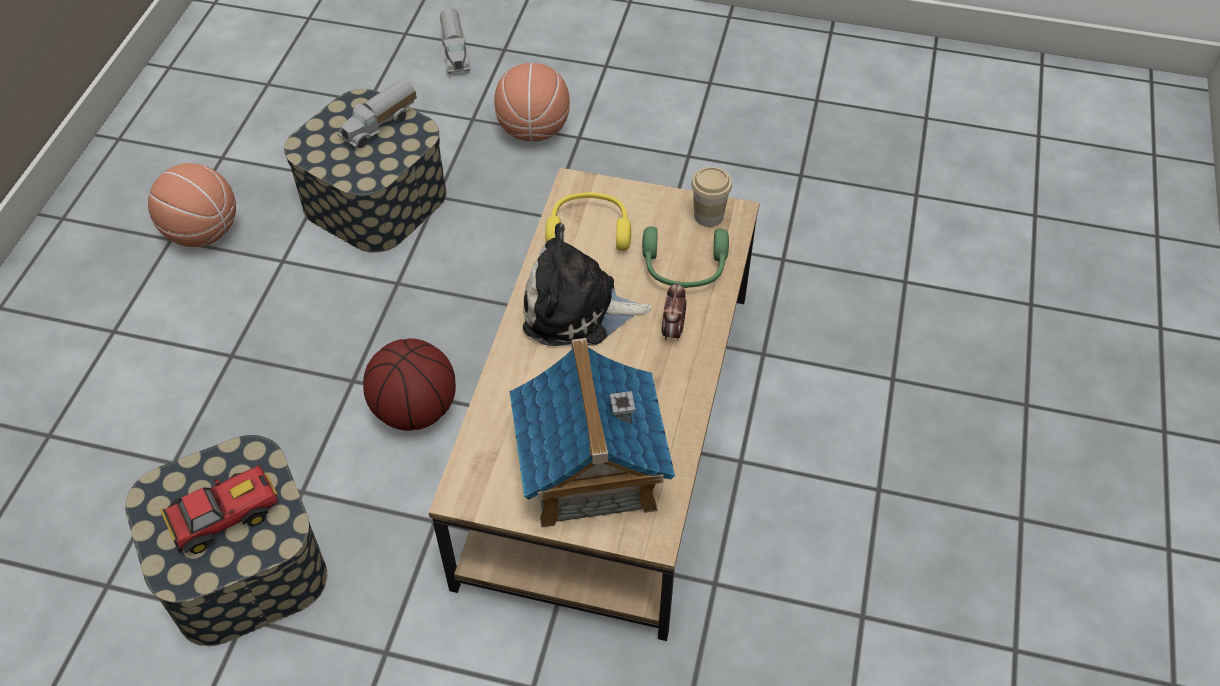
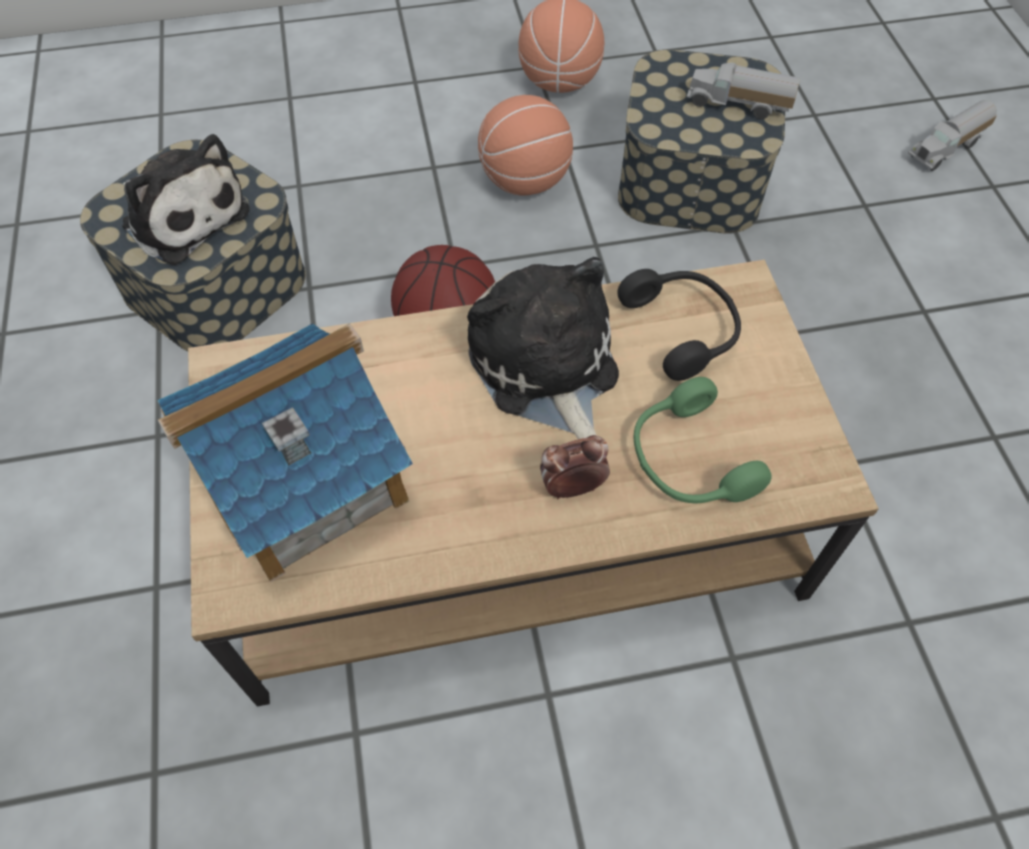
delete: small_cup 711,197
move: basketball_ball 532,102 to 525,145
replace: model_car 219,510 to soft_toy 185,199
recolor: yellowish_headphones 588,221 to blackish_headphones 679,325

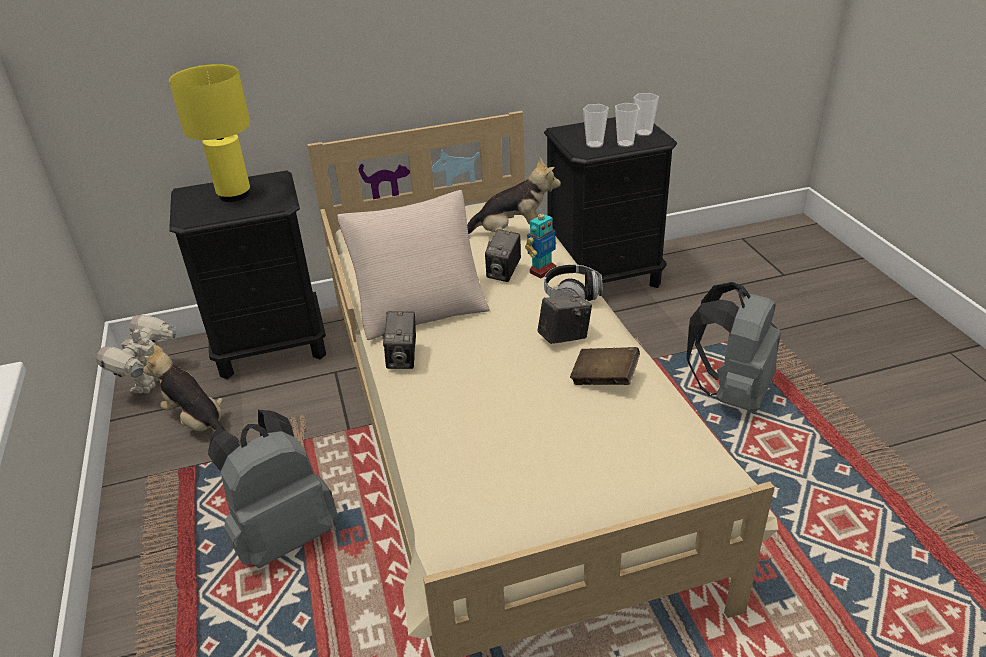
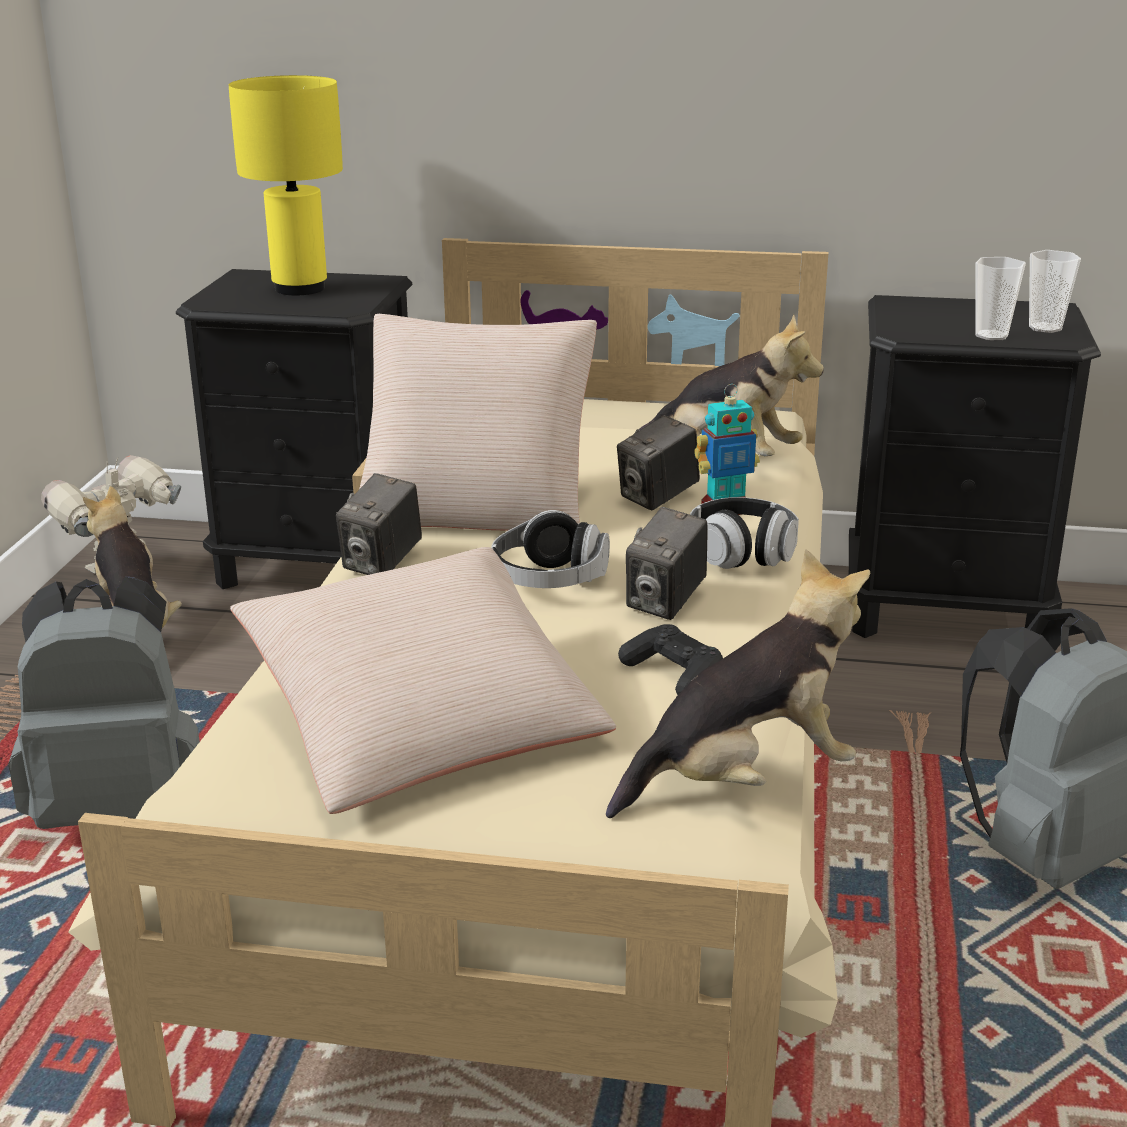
delete: small_cup 596,126
insert: sand-coloured_cushion 423,680; headphones 550,549; soft_toy 738,683
replace: brownish_book 605,366 to blackish_gamepad 670,659
rotate: photo_camera 565,319 = 666,563 120 degrees clockwise

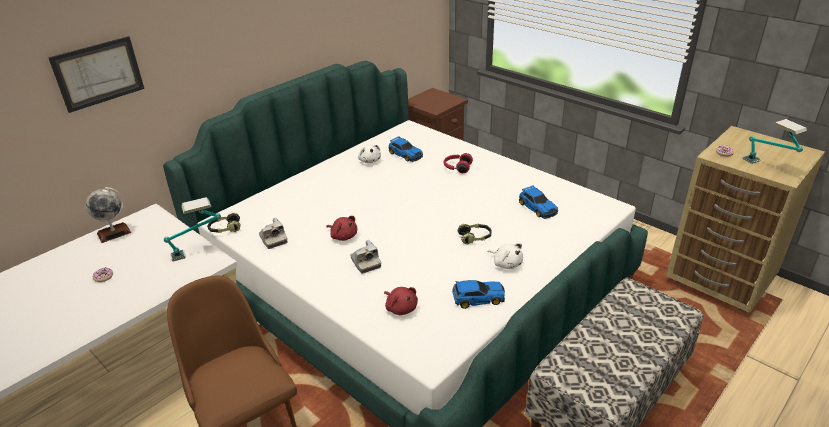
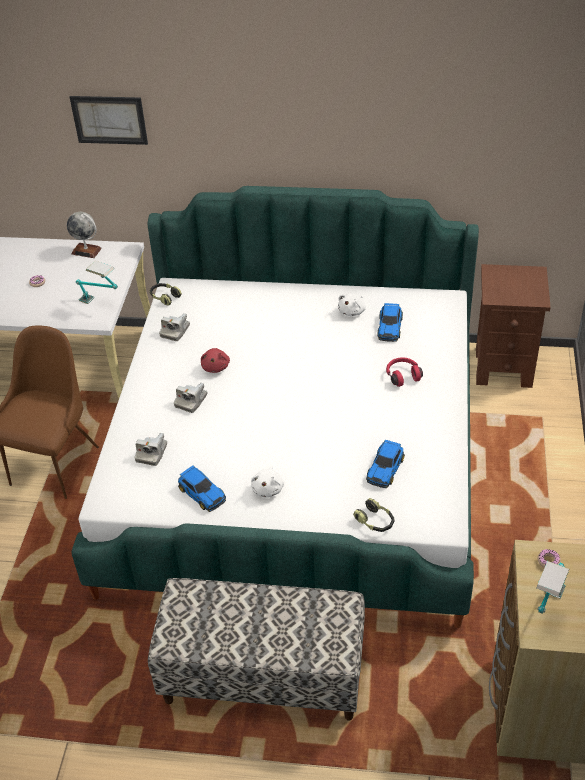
move: headphones 474,234 to 373,515
replace: red-coloured_soft_toy 401,301 to photo_camera 151,449

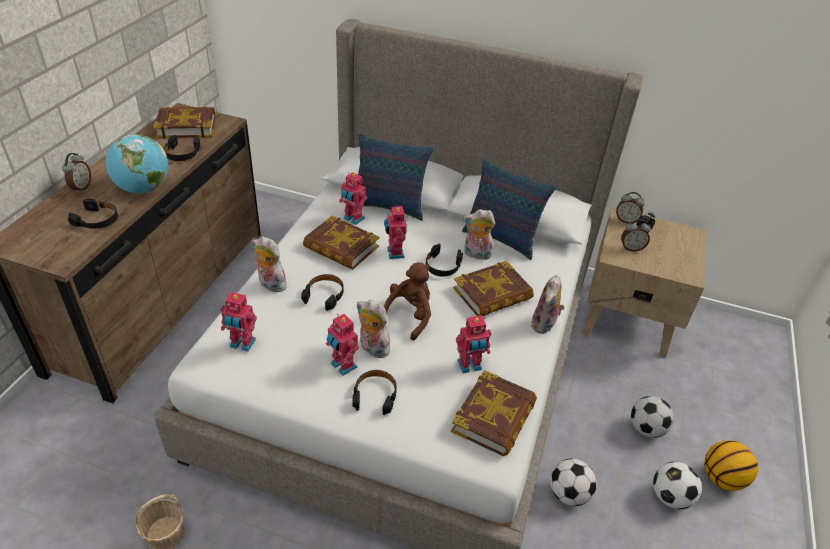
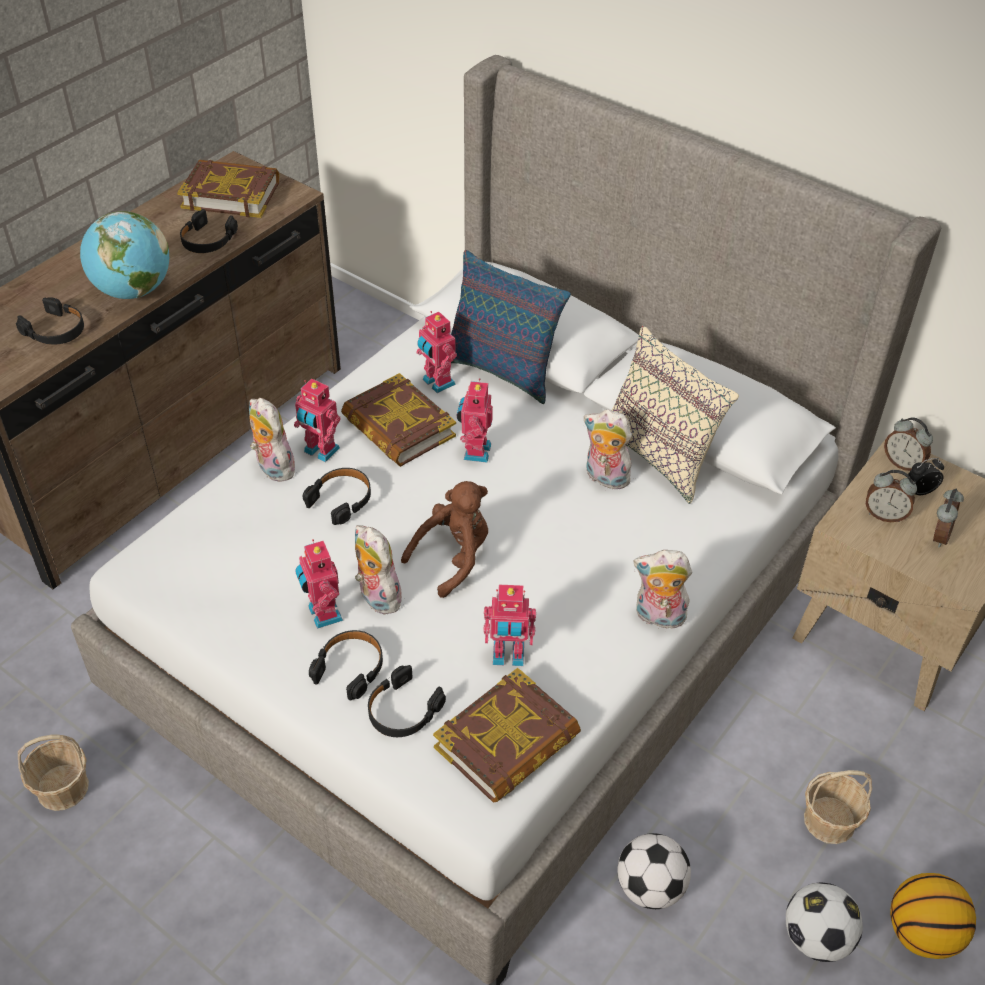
delete: book 493,288
move: alarm_clock 76,173 to 948,518; model_robot 239,322 to 317,420; blackish_headphones 444,260 to 407,701
replace: football_ball 652,417 to basket 838,807
recolor: blue_cushion 509,209 to sand-coloured_cushion 675,415
rotate: soft_toy 548,304 = 663,589 60 degrees clockwise

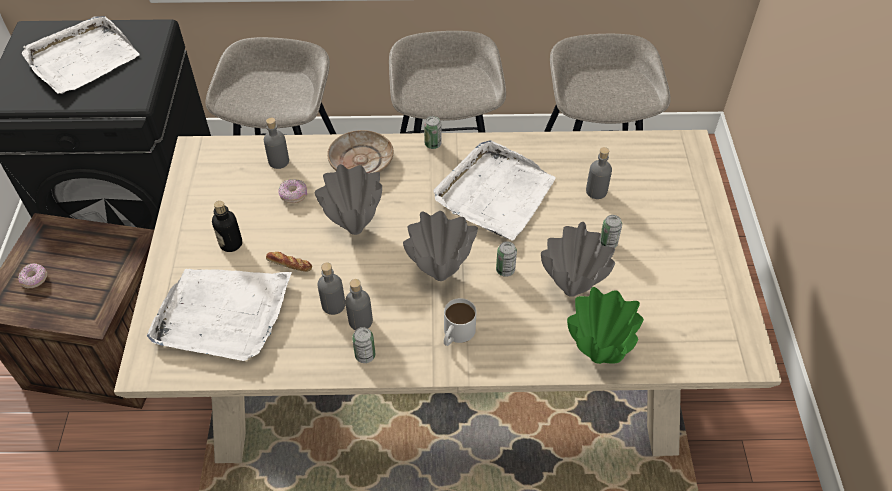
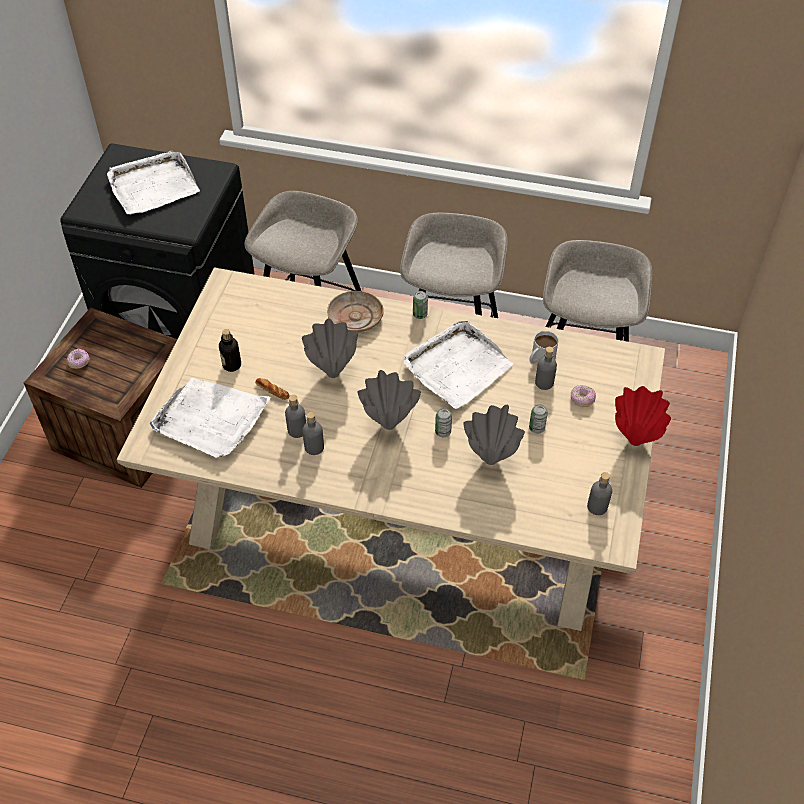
delete: metal_can 363,345; green-coloured_decorative_vase 605,325
insert: red-coloured_decorative_vase 643,416
move: grey_bottle 276,143 to 599,493; donut 292,191 to 583,396; whitish_mug 460,322 to 543,347

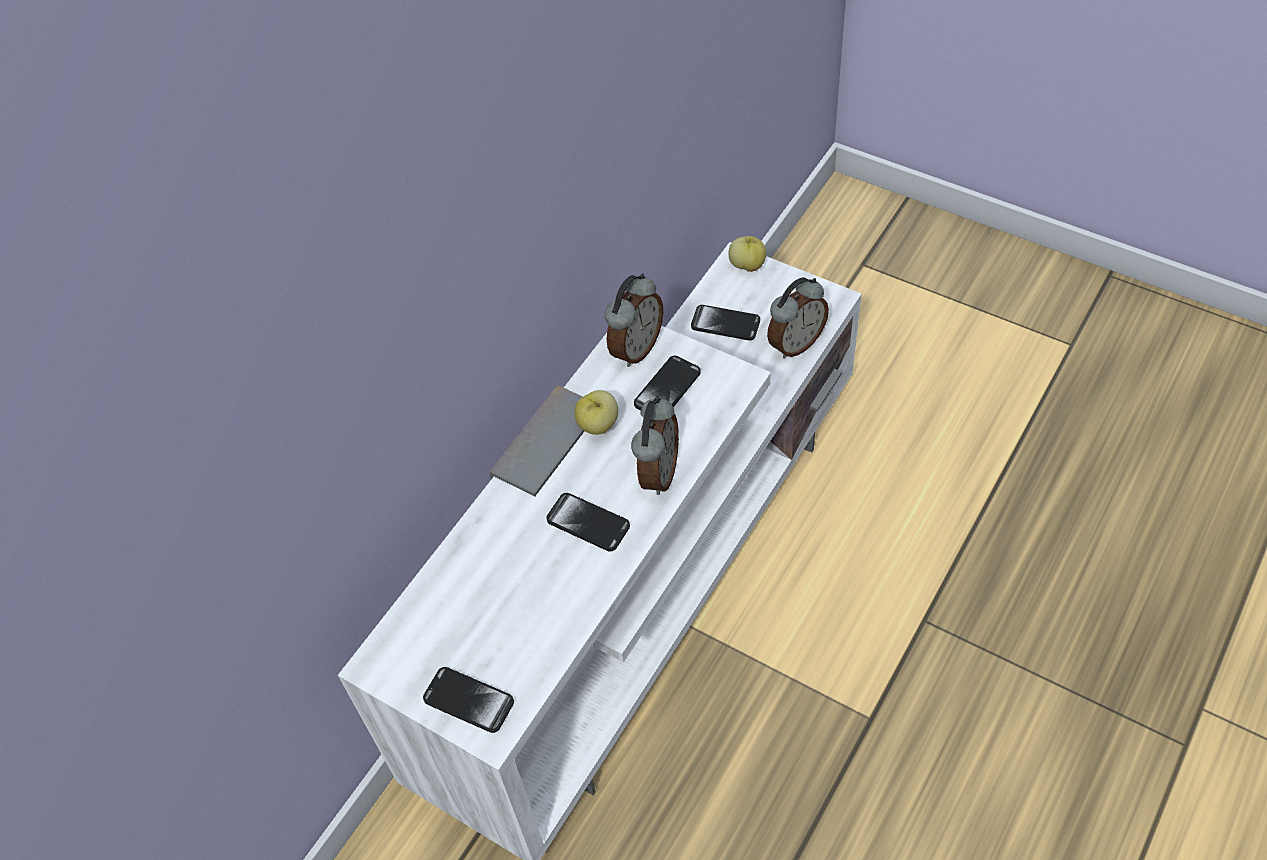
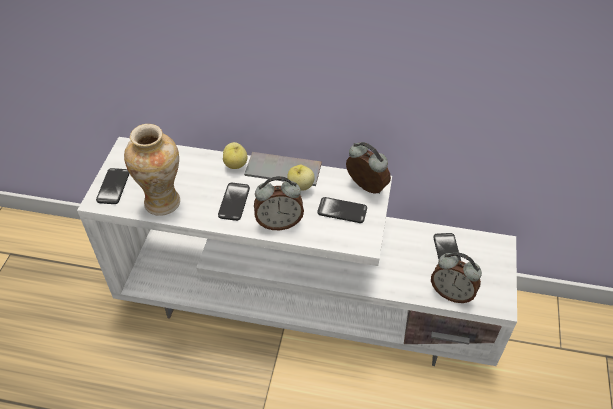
insert: decorative_vase 152,170
move: apple 747,254 to 235,155
rotate: alarm_clock 634,320 = 368,168 150 degrees counterclockwise

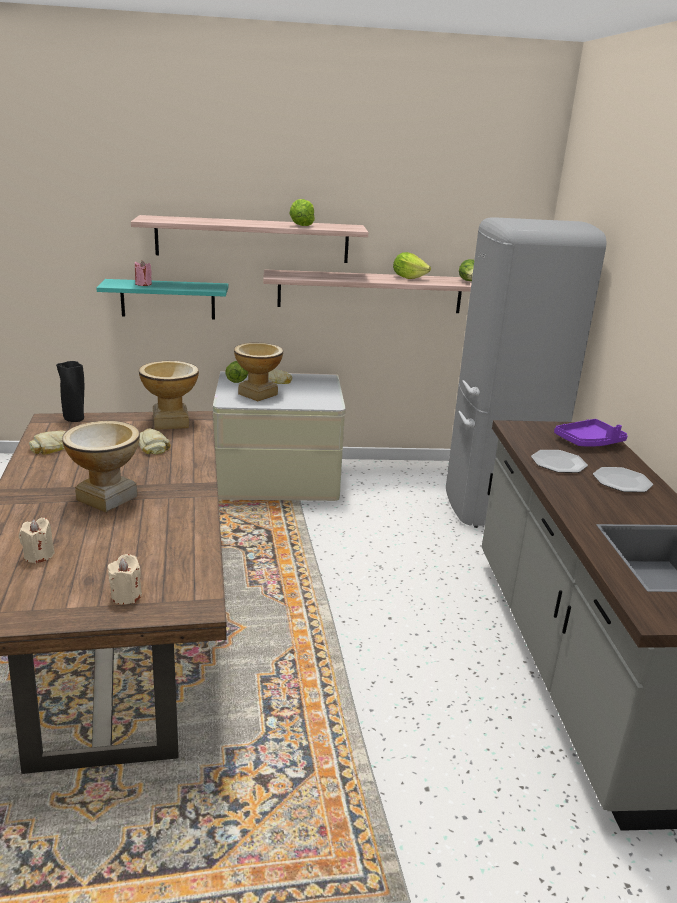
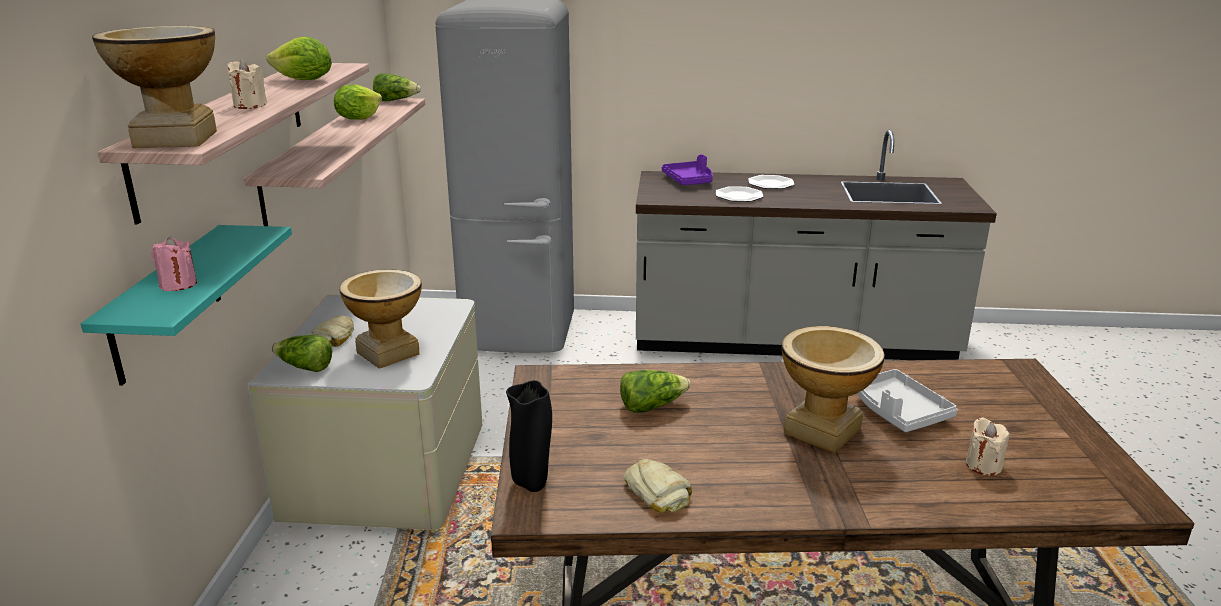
insert: grey_tray 908,400
move: sand-coloured_wax_candle 125,579 to 247,84; decorative_vase 169,395 to 154,87
replace: baked_bread 154,441 to head_of_lettuce 655,391

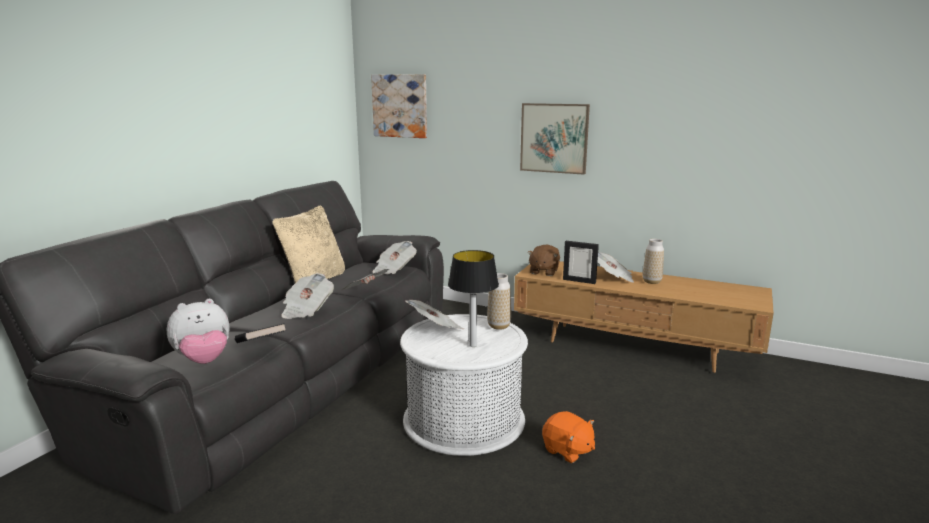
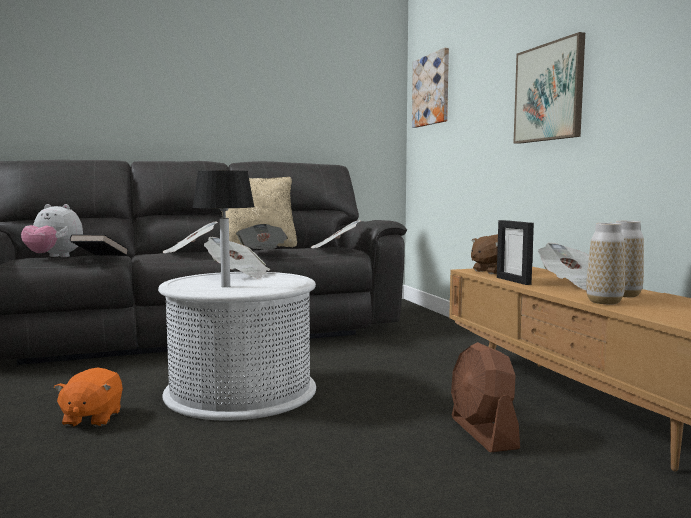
insert: brownish_electric_fan 485,397
move: decorative_vase 499,301 to 605,263; orange_soft_toy 568,437 to 88,397

